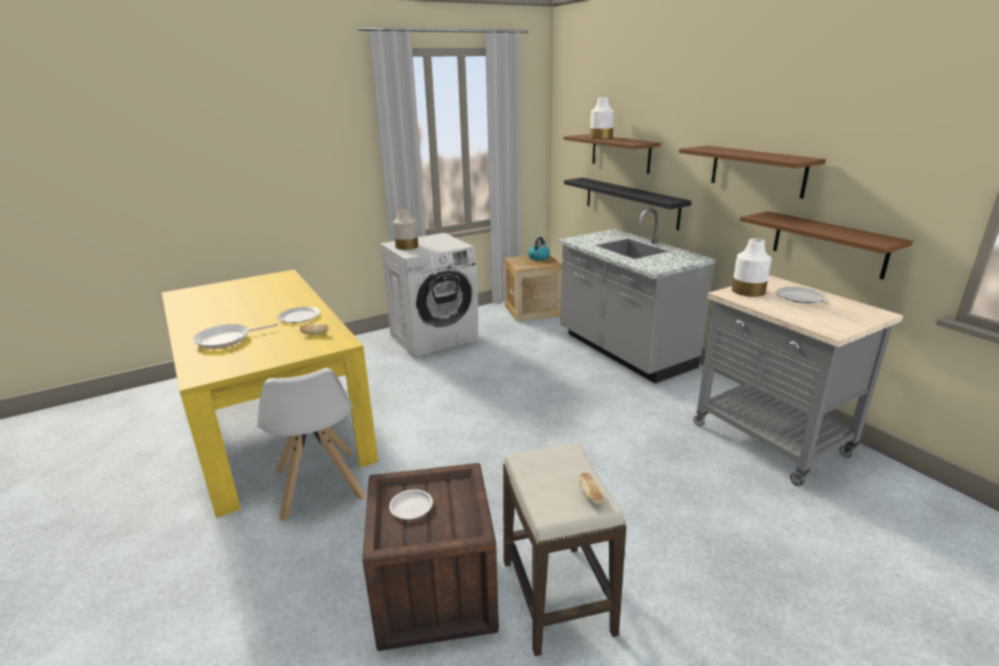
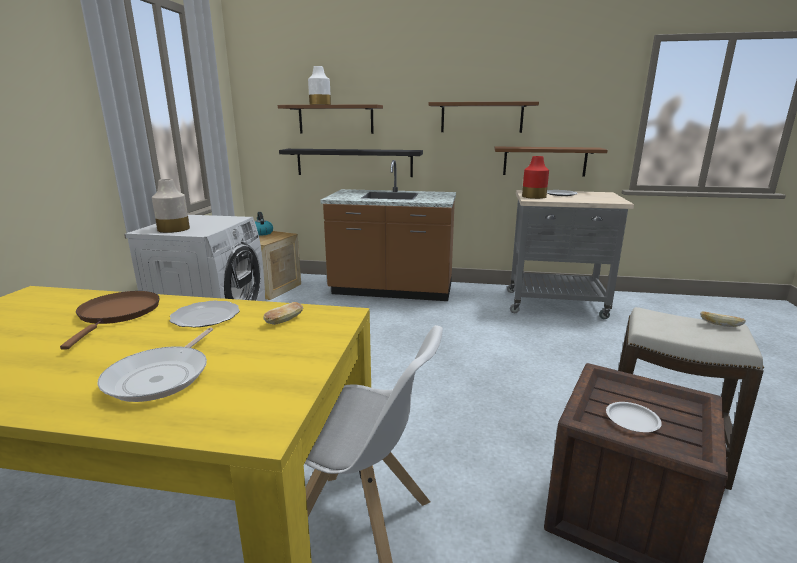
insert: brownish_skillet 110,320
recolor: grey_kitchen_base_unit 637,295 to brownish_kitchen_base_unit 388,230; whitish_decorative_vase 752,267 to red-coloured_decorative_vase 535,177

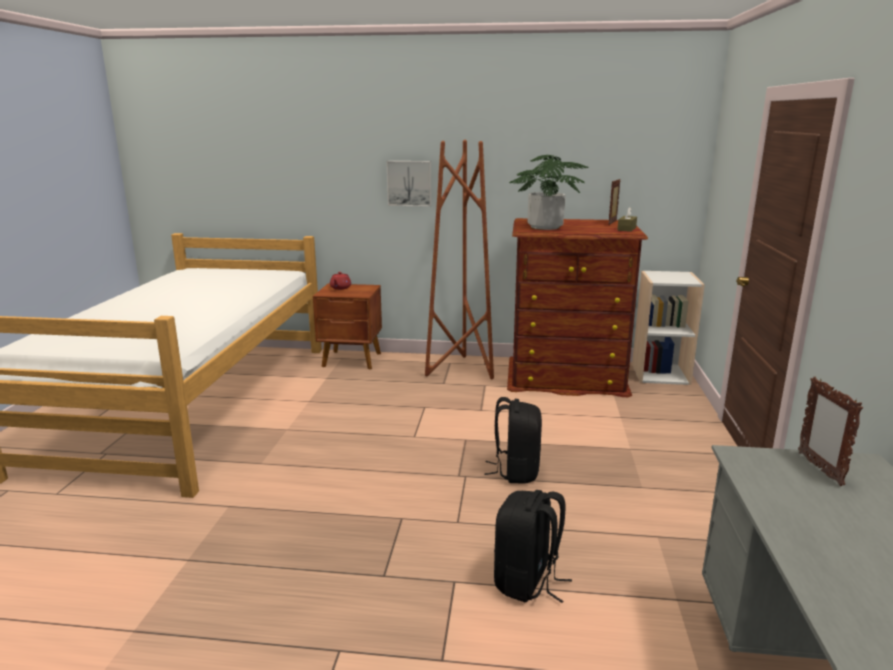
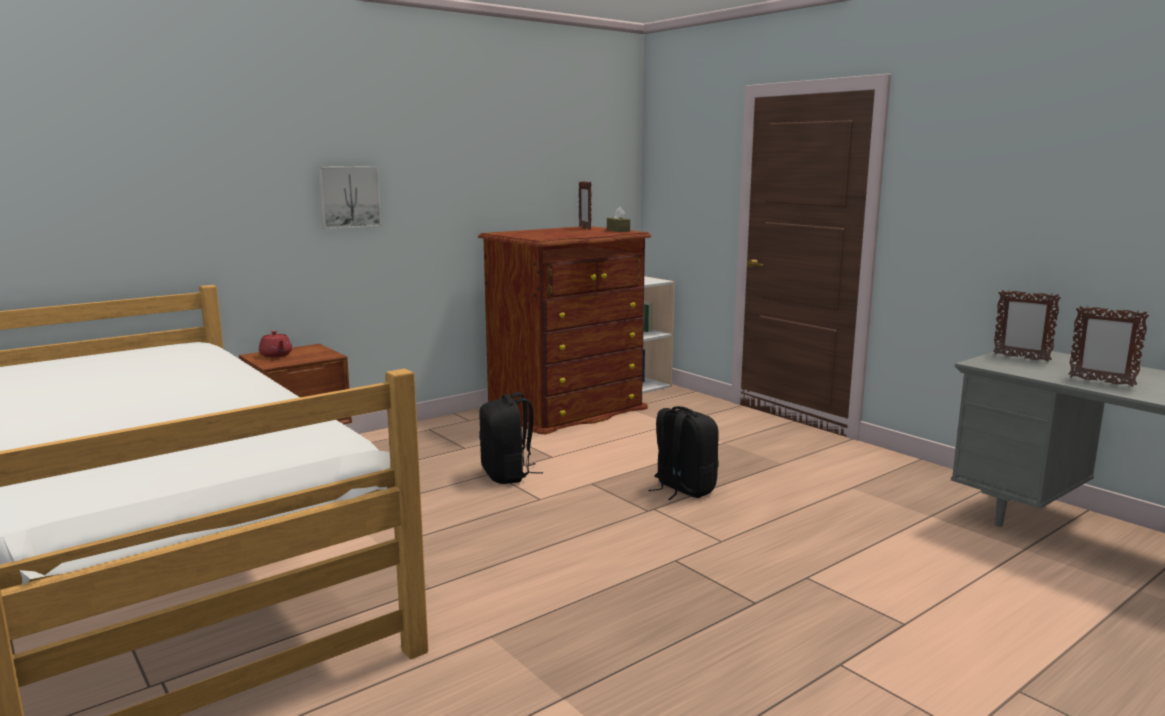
delete: brownish_garment_stand 459,259; houseplant 549,192
insert: standing_frame 1108,346
move: blackish_knapsack 533,546 to 511,438

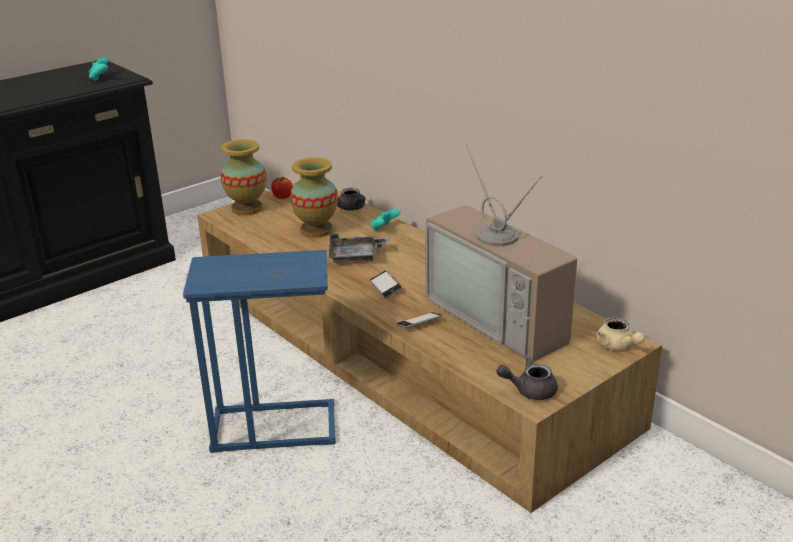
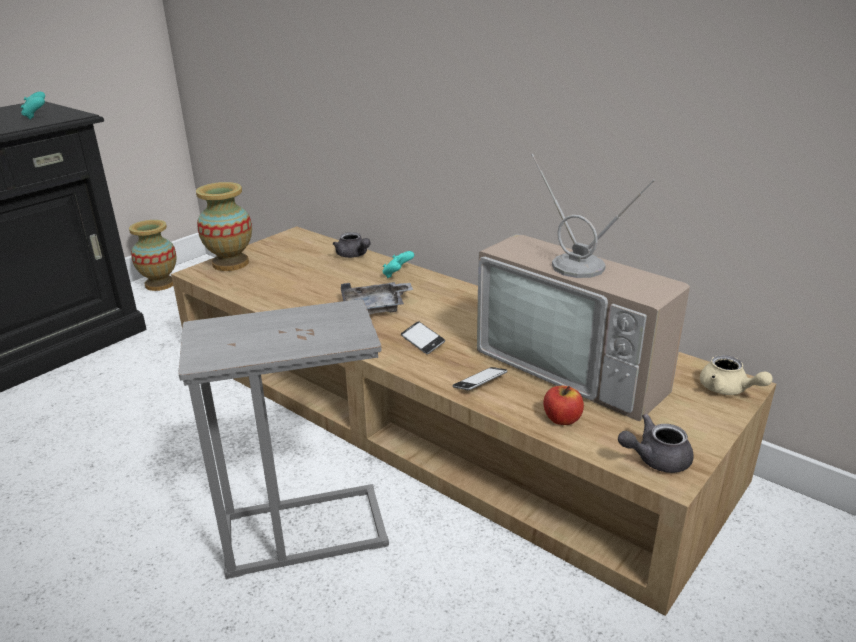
move: apple 282,188 to 563,405; decorative_vase 314,197 to 153,255
recolor: blue_end_table 259,351 to grey_end_table 283,439

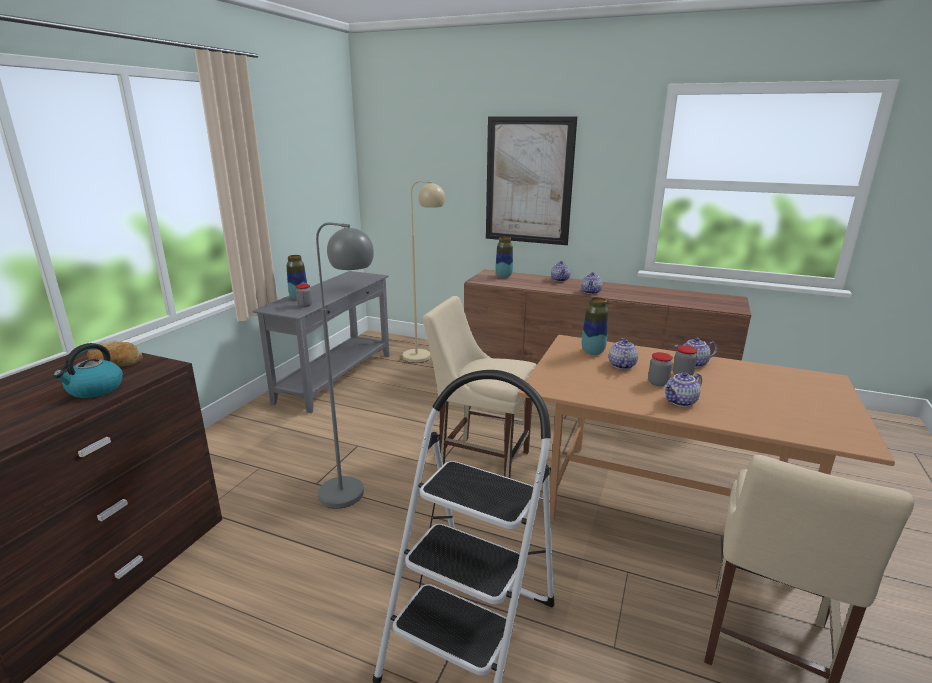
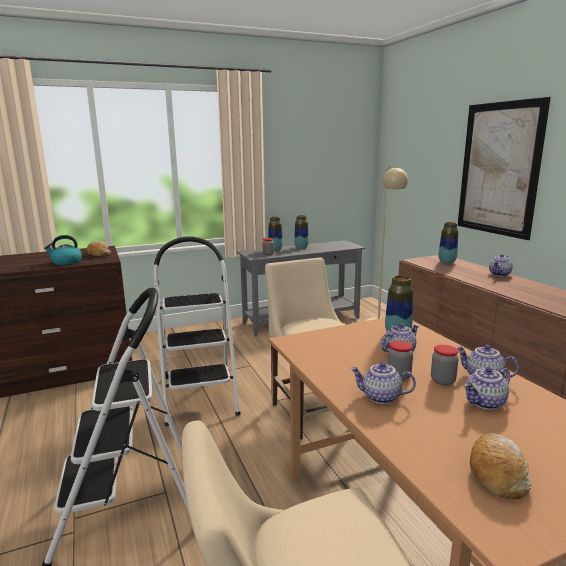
insert: decorative_vase 301,232; baked_bread 501,466
move: pot_for_tea 592,283 to 487,388
replace: grey_standing_lamp 345,365 to step_stool 197,331

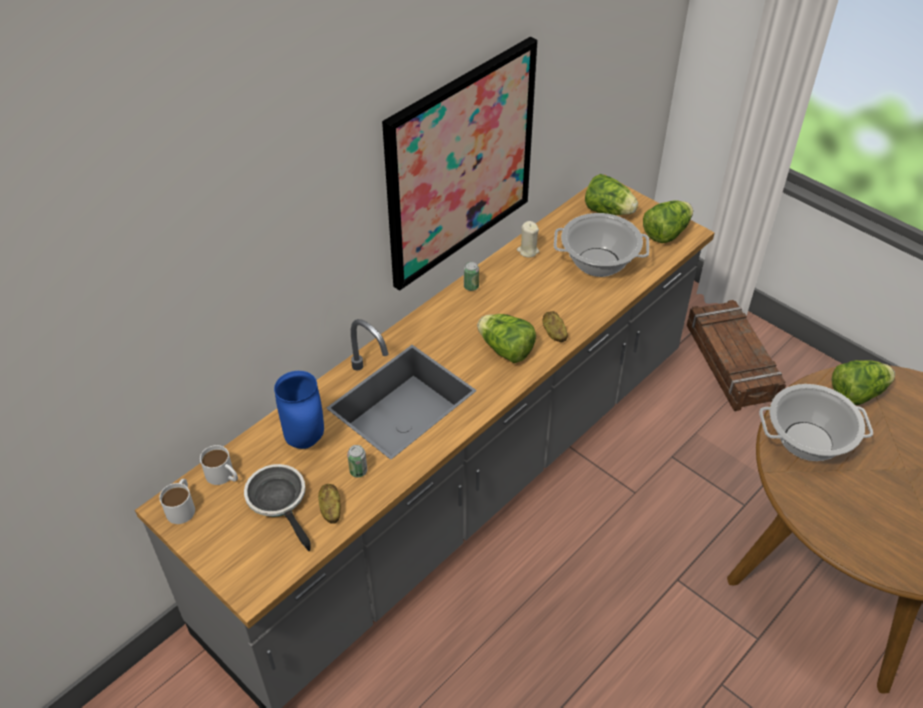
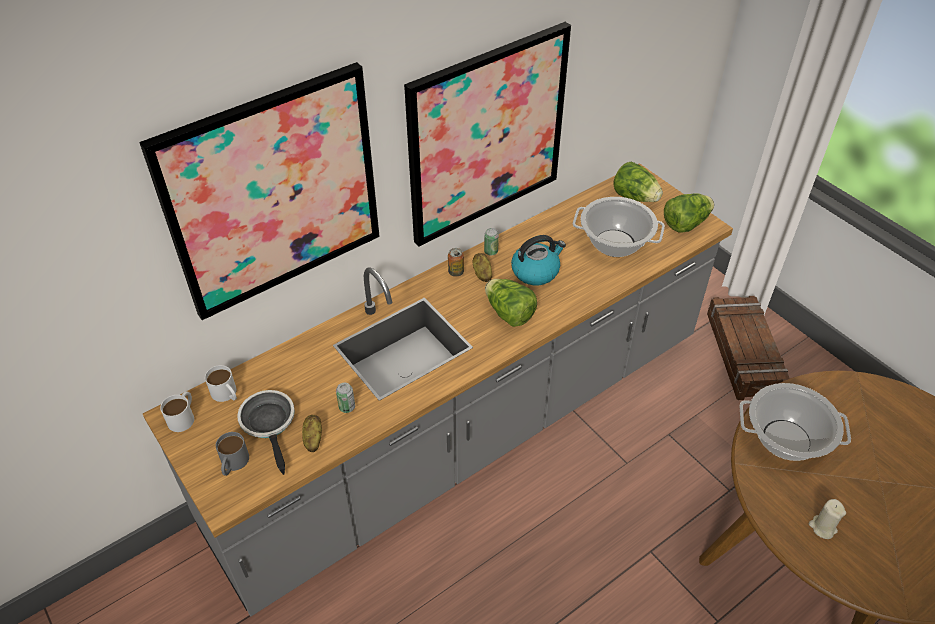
delete: blue_decorative_vase 299,410; head_of_lettuce 863,382
insert: picture 259,191; grey_mug 232,454; metal_can 456,262; water_kettle 538,260
move: sand-coloured_wax_candle 528,239 to 827,519; spud 555,326 to 482,267

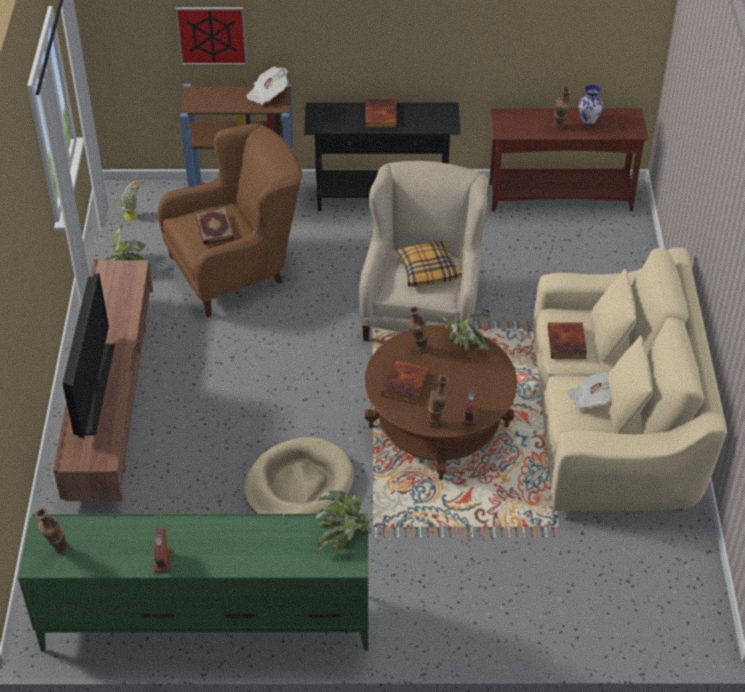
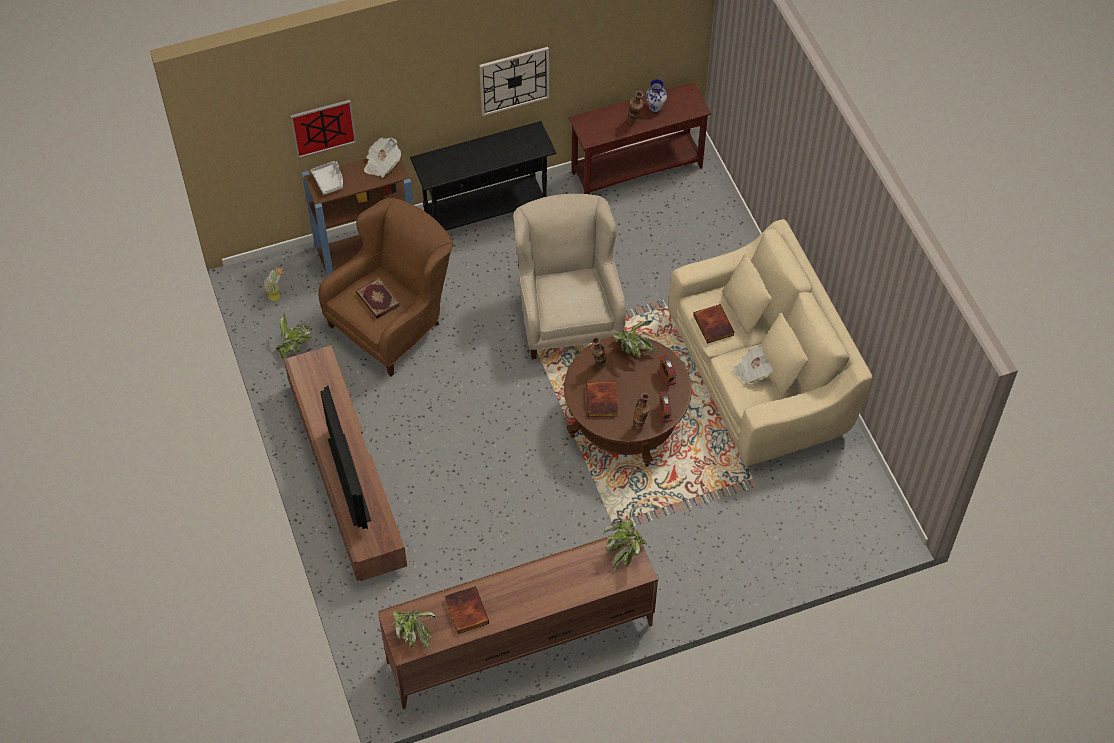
delete: sand-coloured_pet_bed 299,477; cushion 428,264
insert: grey_tray 327,178; clock_on_the_wall 514,81
move: alarm_clock 162,550 to 667,371; book 381,113 to 467,610
replace: decorative_vase 51,531 to houseplant 415,630
recolor: green-coloured_storage_cabinet 193,582 to brownish_storage_cabinet 518,618

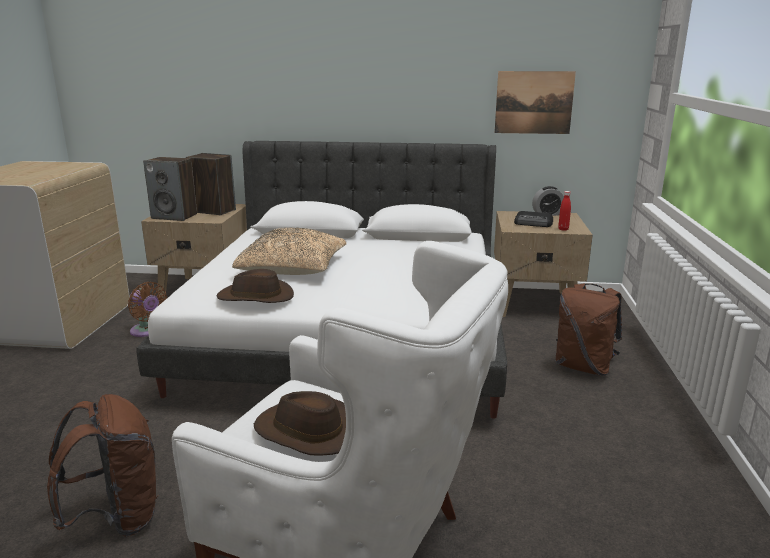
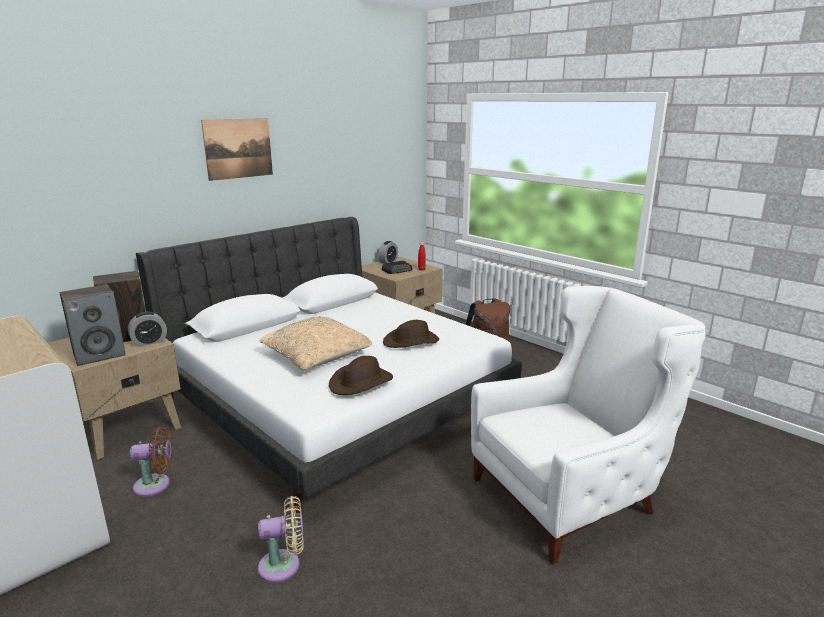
delete: brownish_knapsack 103,465
insert: alarm_clock 147,329; sand-coloured_electric_fan 281,539
move: brownish_wearable_hat 300,423 to 411,334; picture 535,102 to 237,149

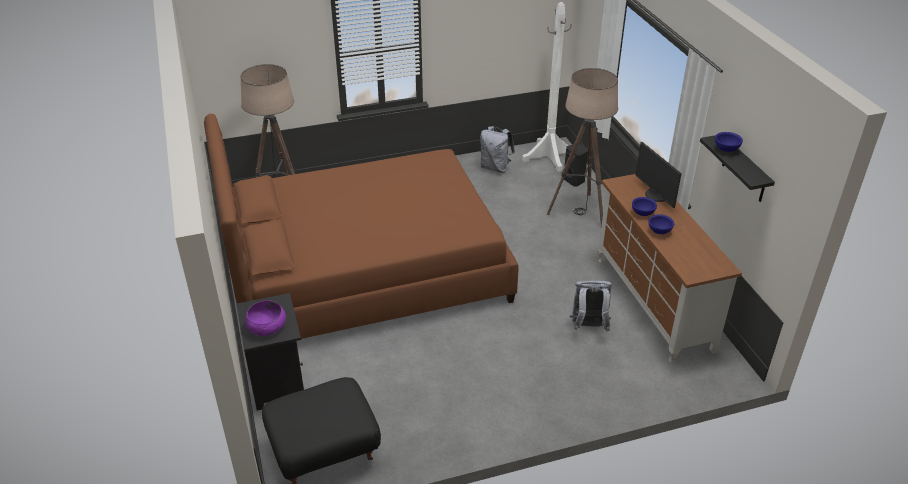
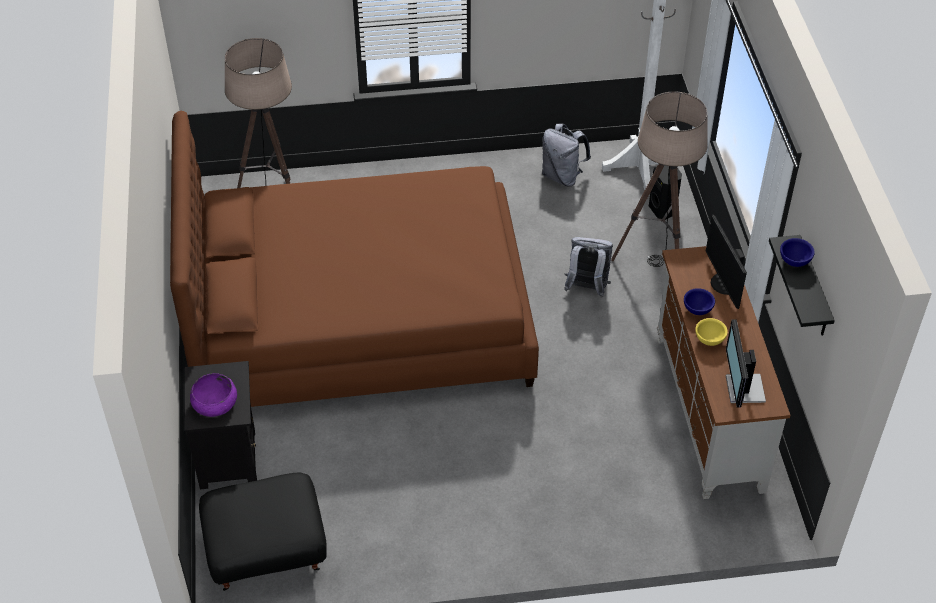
insert: computer_screen 746,363
move: grey_knapsack 591,306 to 588,267
recolor: blue_deep_dish 661,224 to yellowish_deep_dish 711,332

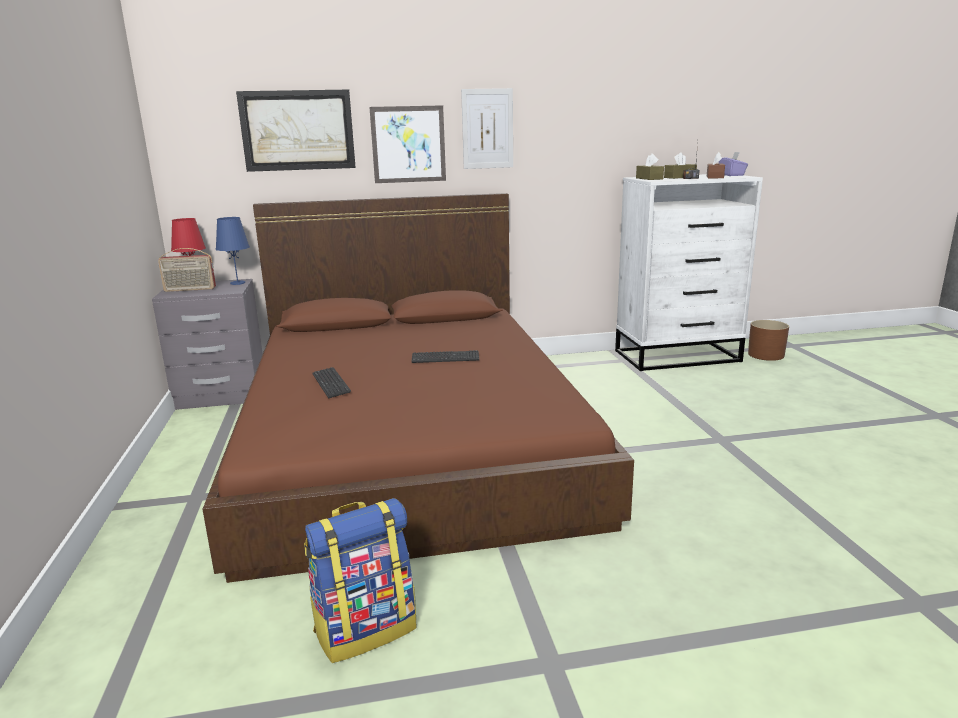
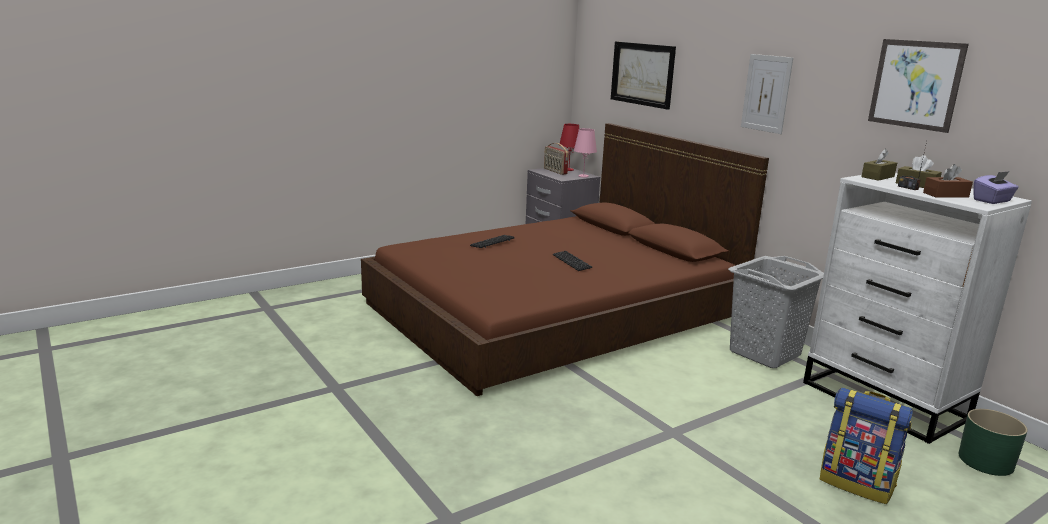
insert: grey_laundry_basket 776,312
move: knapsack 360,580 to 866,445; picture 407,144 to 918,86
recolor: blue_tabletop_lamp 233,251 to pinkish_tabletop_lamp 585,153; brownish_flower_pot 768,340 to green-coloured_flower_pot 993,442

